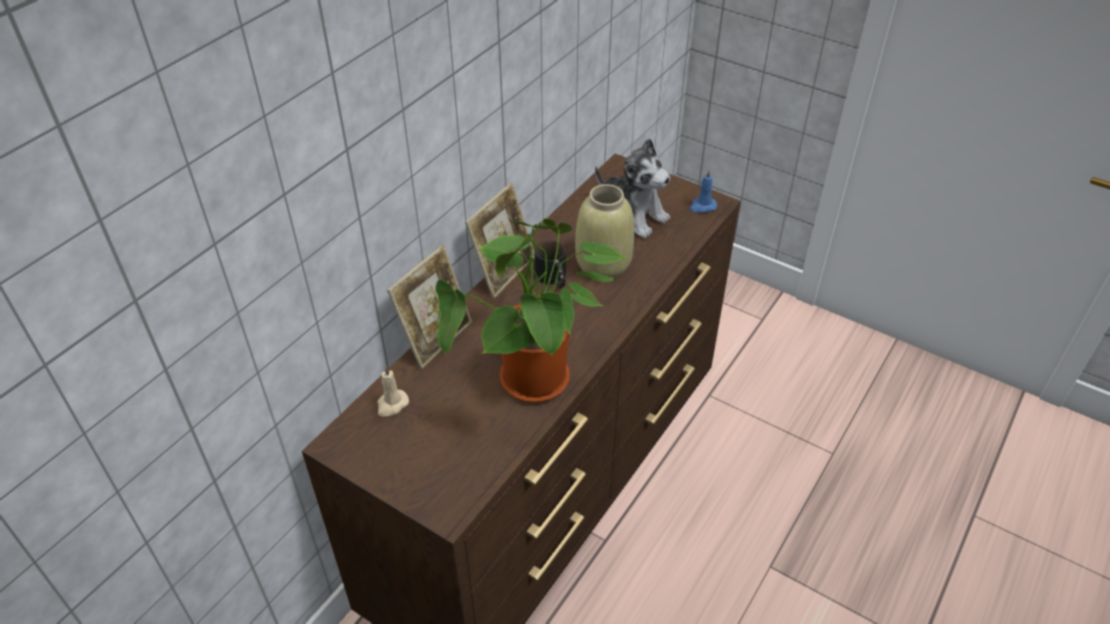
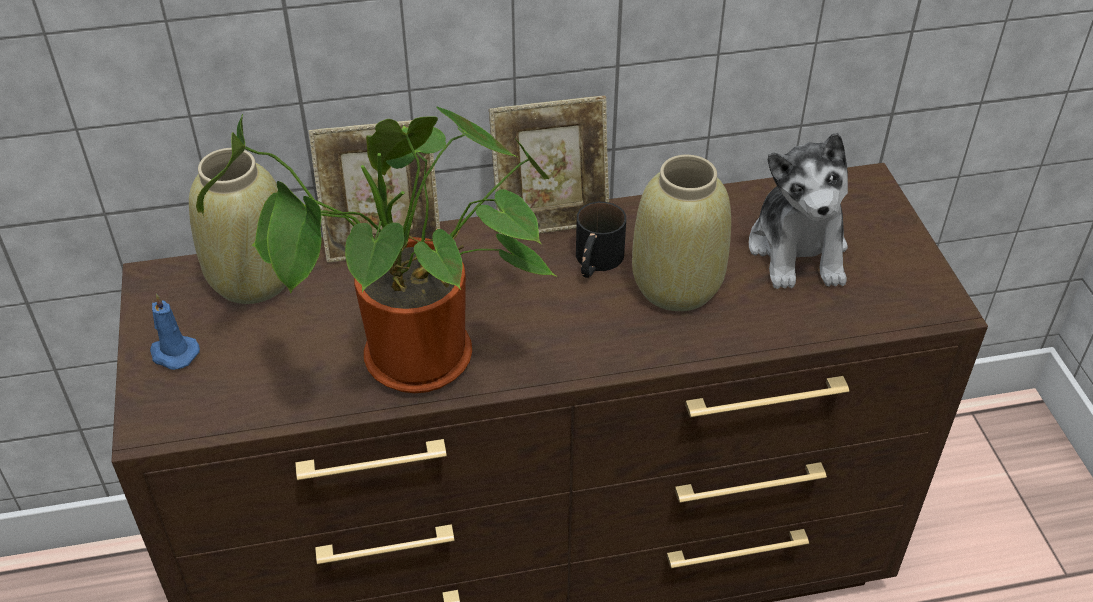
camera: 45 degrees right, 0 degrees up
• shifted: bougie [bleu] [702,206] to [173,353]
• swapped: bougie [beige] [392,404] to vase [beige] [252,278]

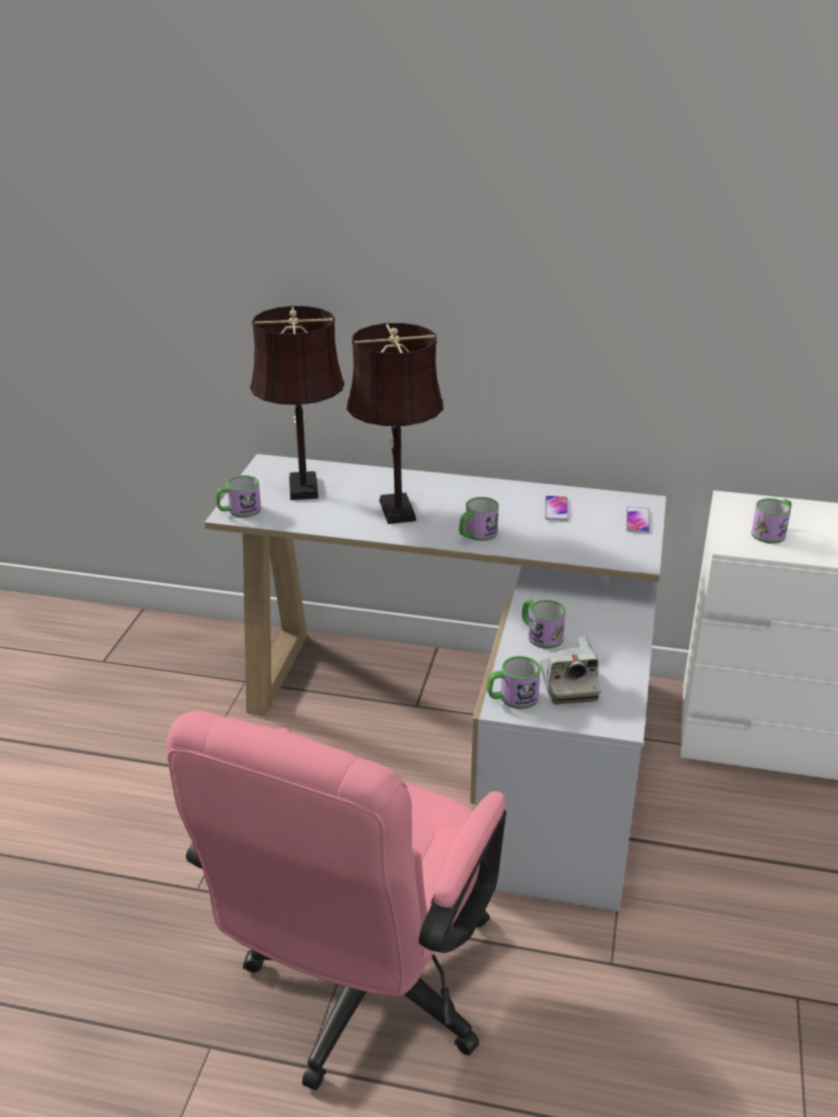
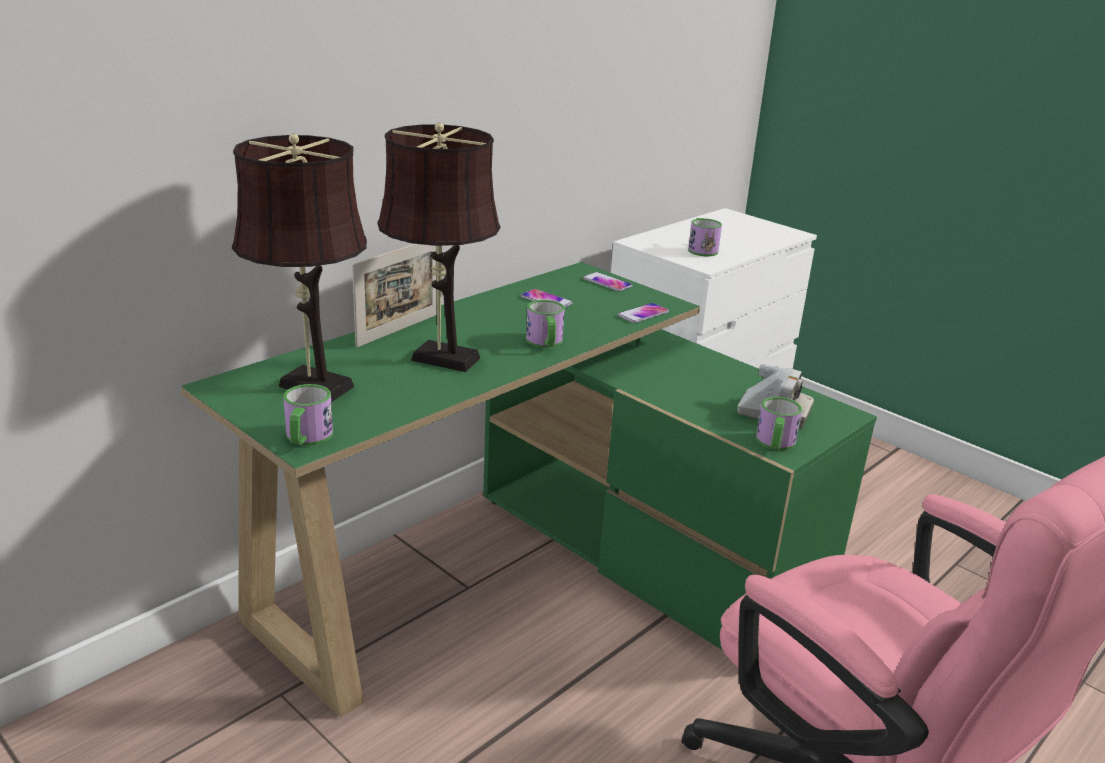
camera: 60 degrees left, 5 degrees down
• gone: mug [540,635]
• new: cadre photo [399,329]
• new: téléphone [643,314]
• repainted: bureau [blanc] [469,729] to bureau [vert] [537,572]

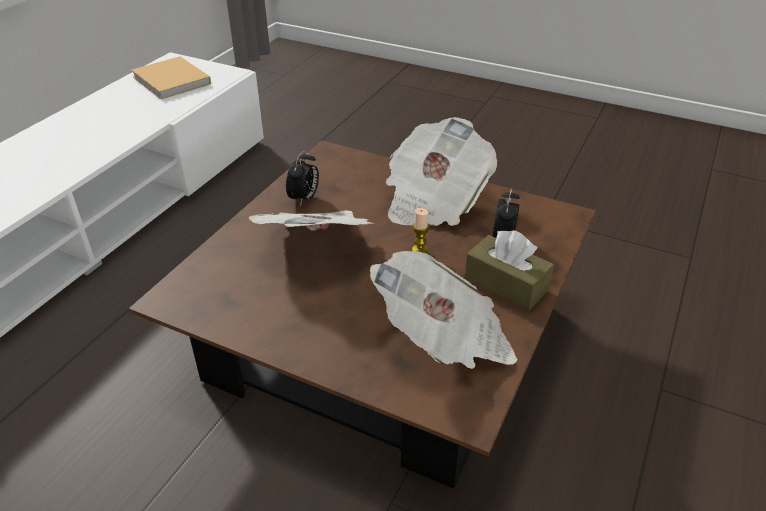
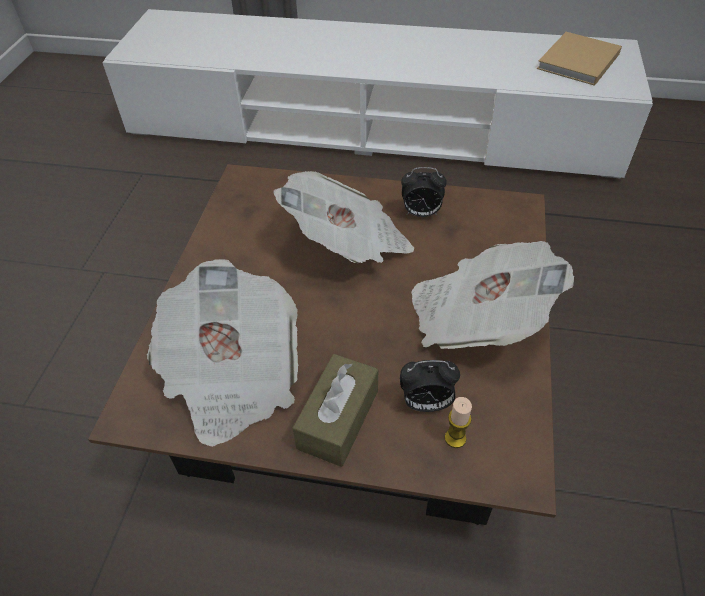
camera: 75 degrees right, 10 degrees up
• shifted: bougie [420,249] to [455,438]

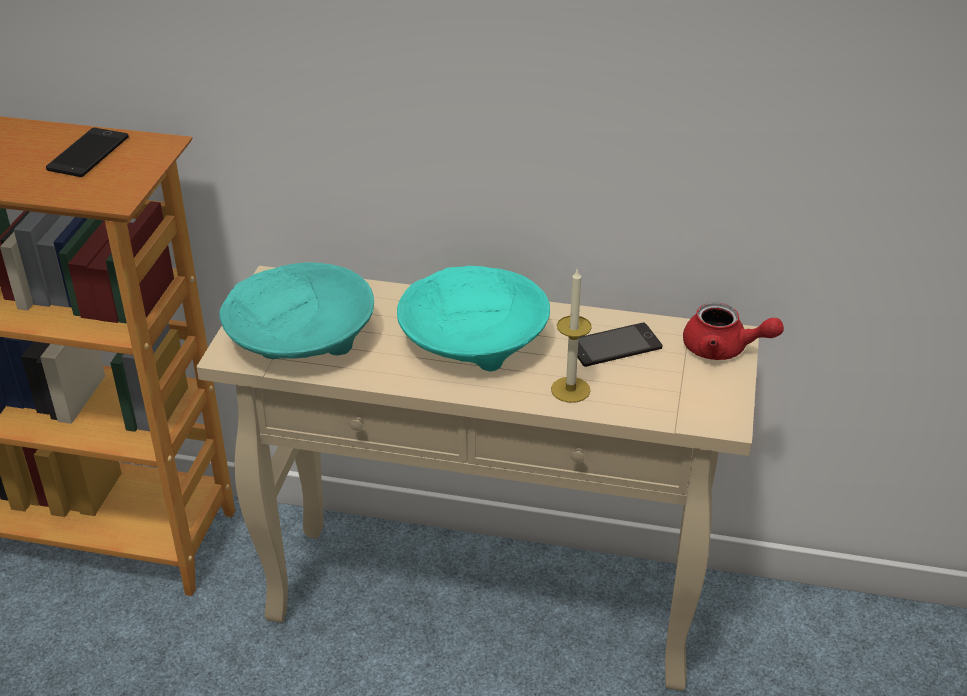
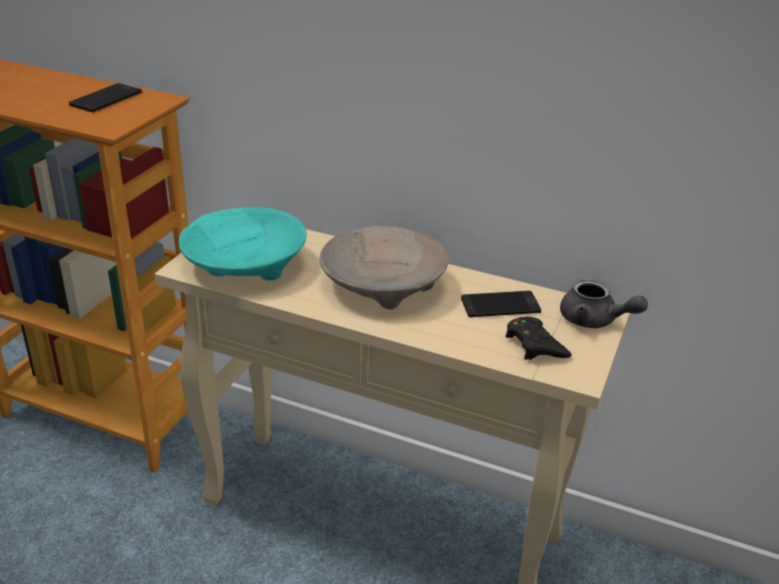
camera: 10 degrees right, 5 degrees down
• gone: bougie [570,389]
• new: manette [noir] [535,345]
• repainted: bol [turquoise] [473,340] to bol [beige] [382,285]
• repainted: théière [rouge] [723,349] to théière [gris] [594,321]

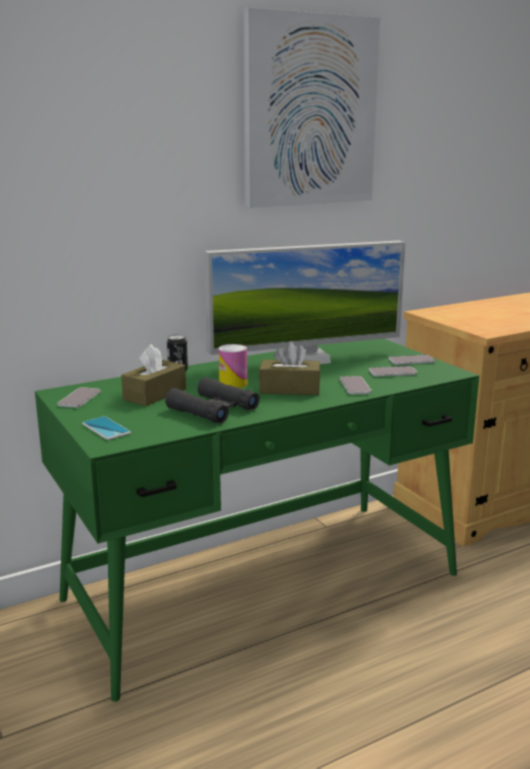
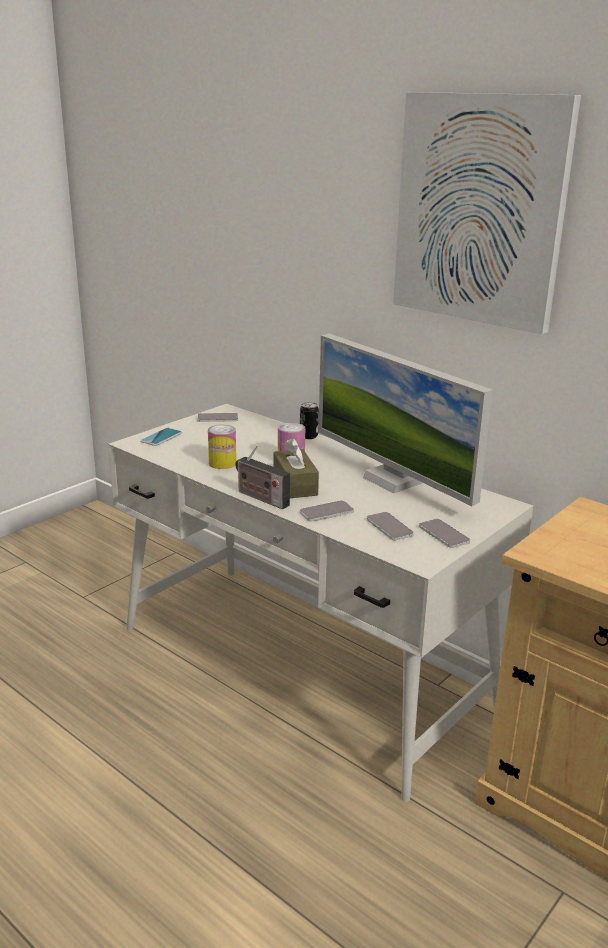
camera: 70 degrees right, 5 degrees up
• gone: boîte à mouchoirs [marron] [155,394]
• new: radio [260,498]
• swapped: jumelles [noir] [213,409] to boîte métallique [222,463]
• repainted: bureau [vert] [265,586] to bureau [blanc] [302,666]

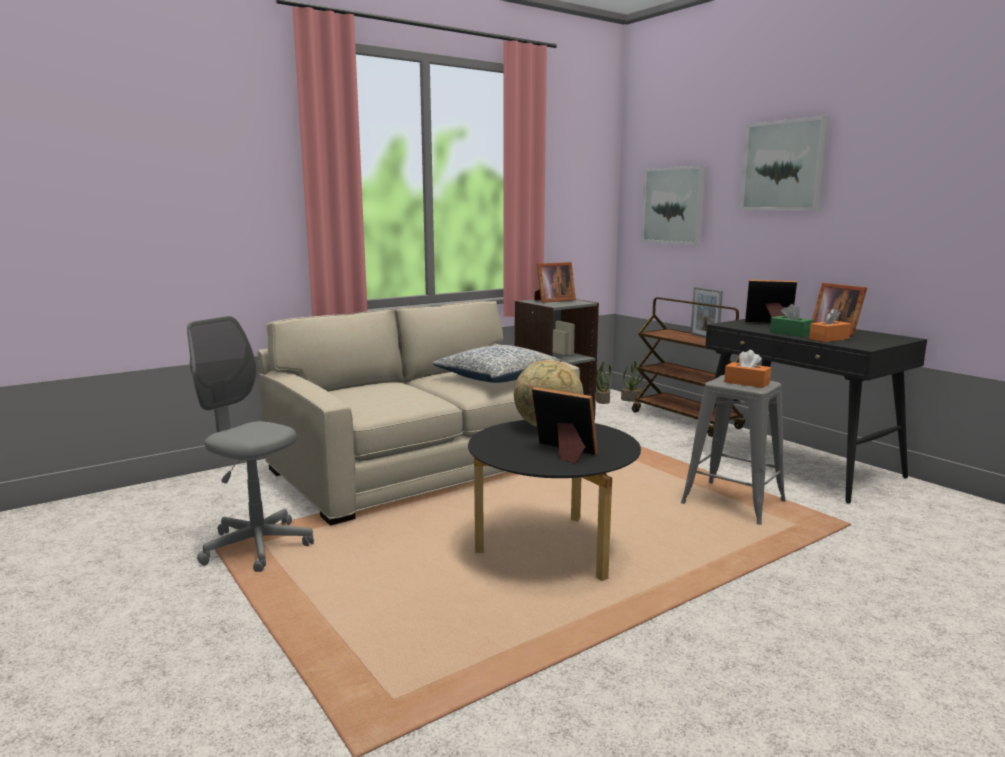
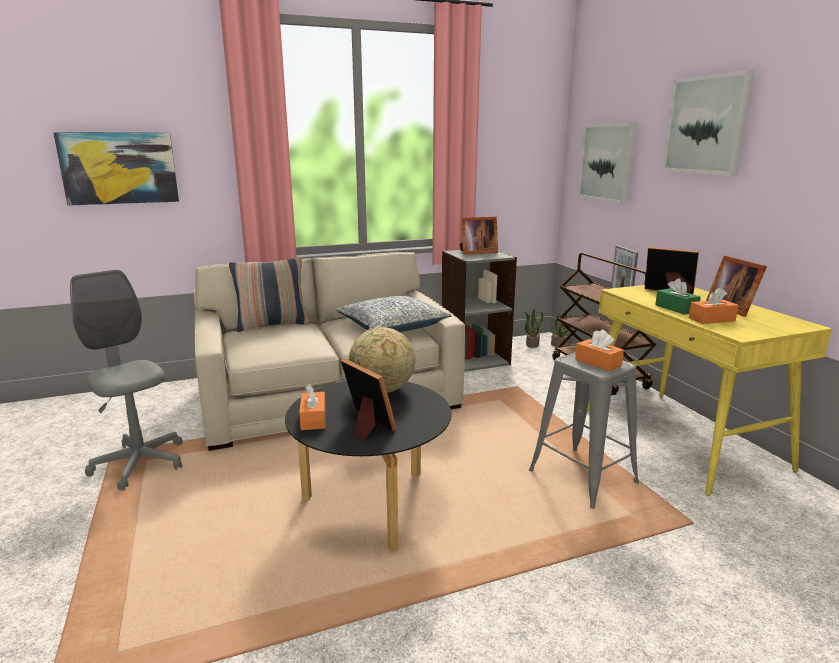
camera: 15 degrees right, 5 degrees up
• new: tableau [119,168]
• new: coussin [272,325]
• new: boîte à mouchoirs [orange] [313,419]
• repainted: bureau [noir] [797,464] to bureau [jaune] [682,438]

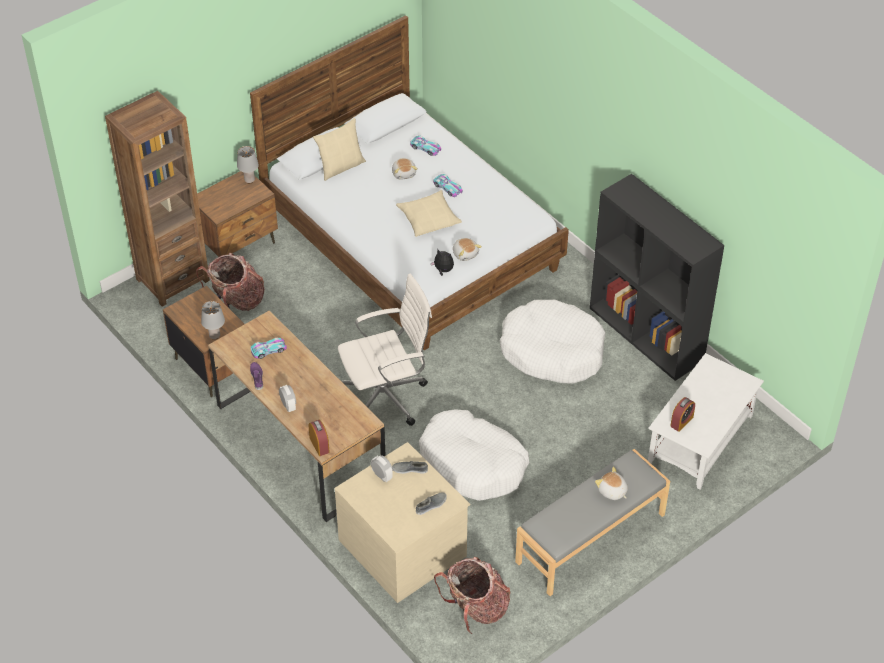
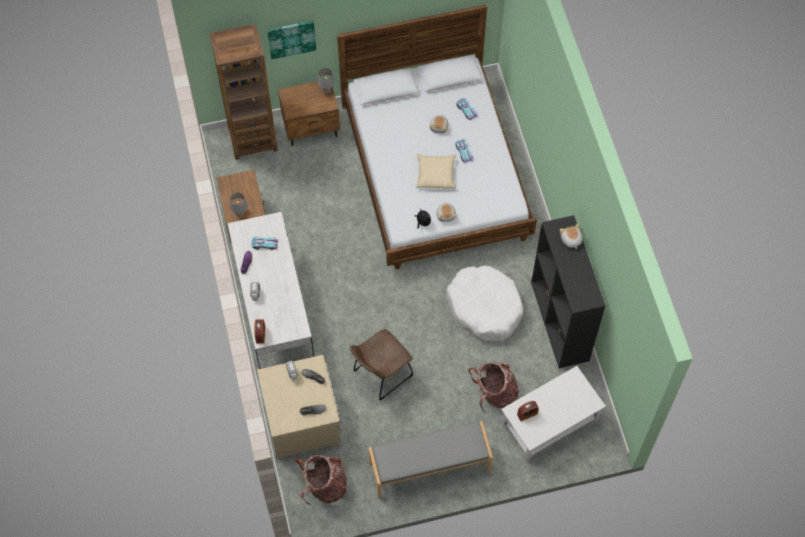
camera: 25 degrees right, 15 degrees up
• gone: coussin [beige] [341,166]
• gone: chaise de bureau [blanc] [386,397]
• new: tableau [291,38]
• shifted: sac à dos [237,302] to [494,393]
• shifted: peluche [612,491] to [570,240]
• swapped: panier pour chien [blanc] [472,464] to chaise [marron] [380,375]
• repainted: bureau [marron] [300,444] to bureau [blanc] [274,309]

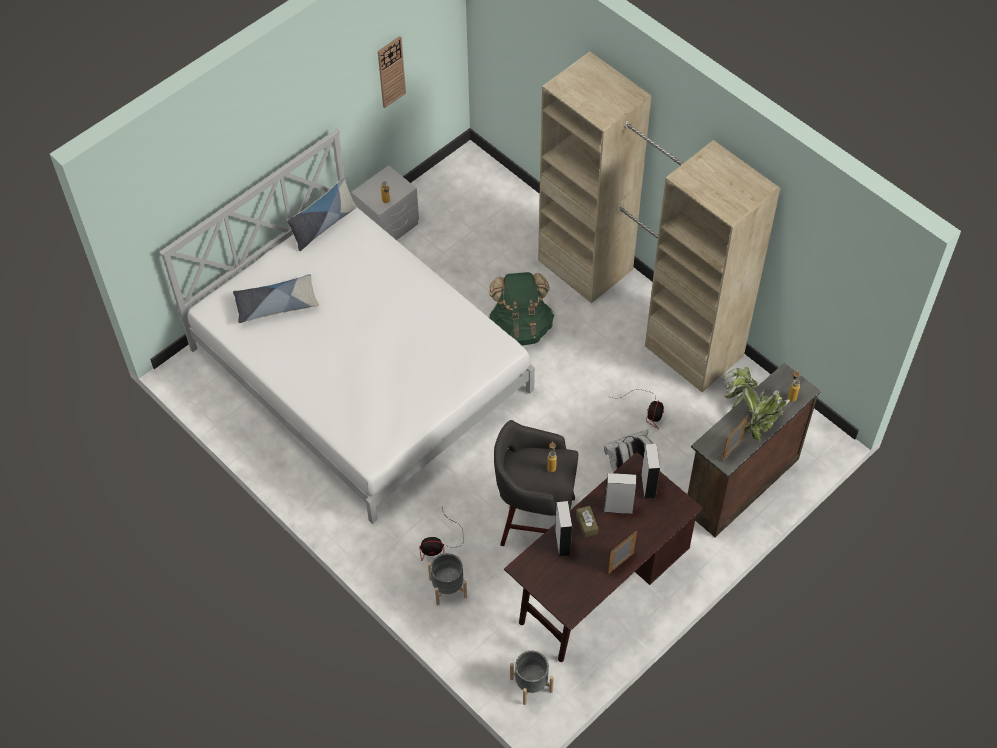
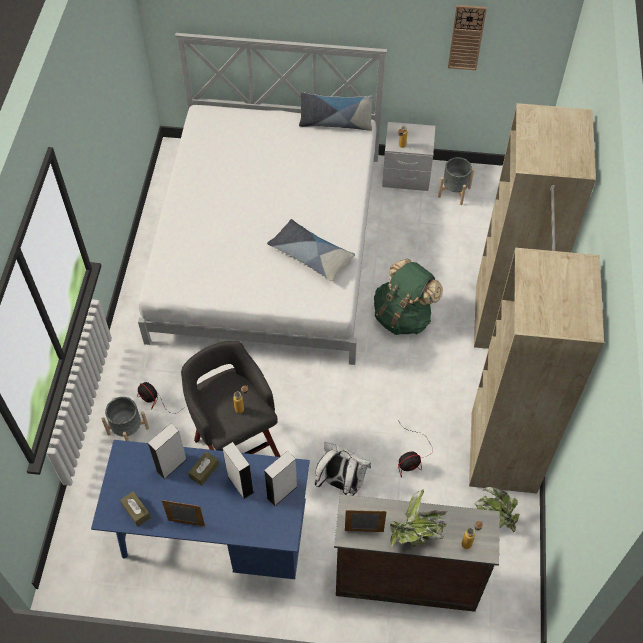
camera: 50 degrees right, 0 degrees up
• new: boîte à mouchoirs [marron] [136,511]
• shifted: coussin [276,304] to [311,255]
• shifted: cache-pot [gris] [531,684] to [454,192]
• repainted: bureau [marron] [599,588] to bureau [bleu] [213,538]

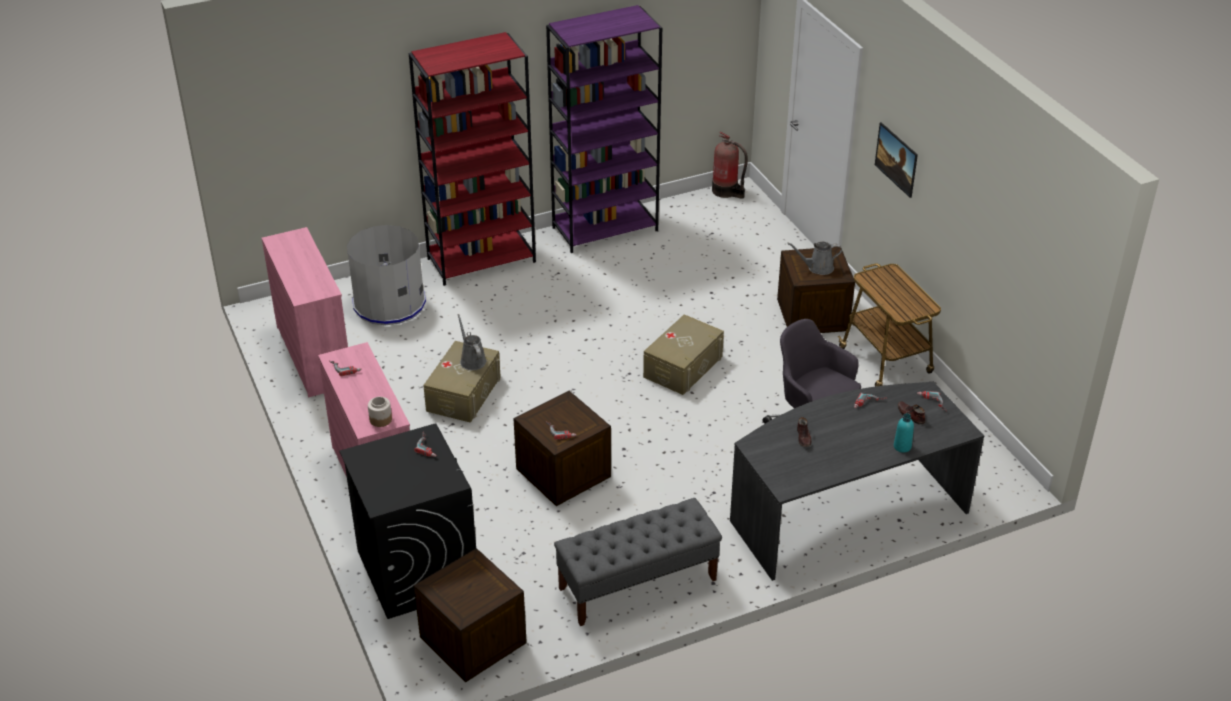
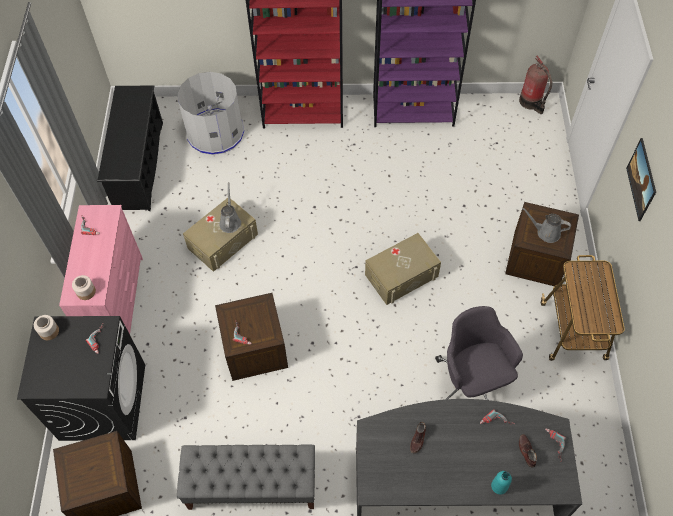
camera: 25 degrees right, 20 degrees up
• new: bocal [49,332]
• swapped: commode [rose] [315,355] to étagère à chaussures [noir] [138,165]

